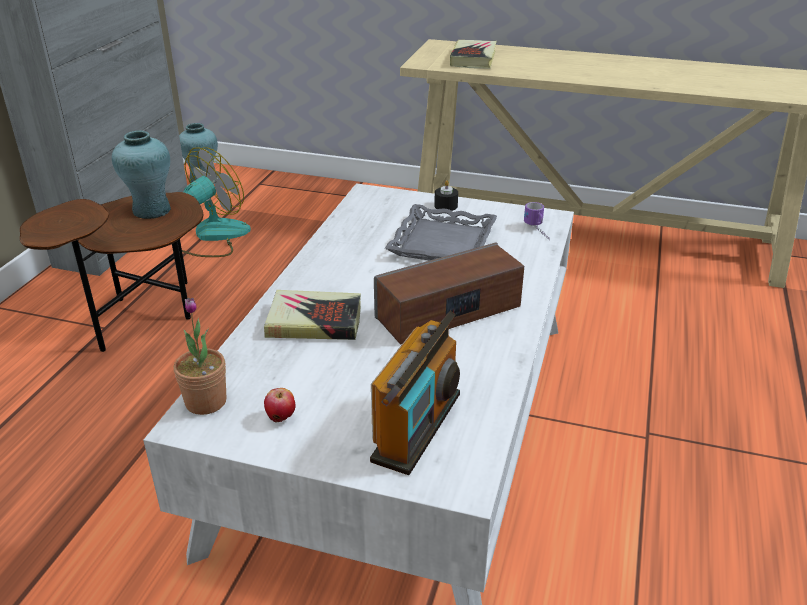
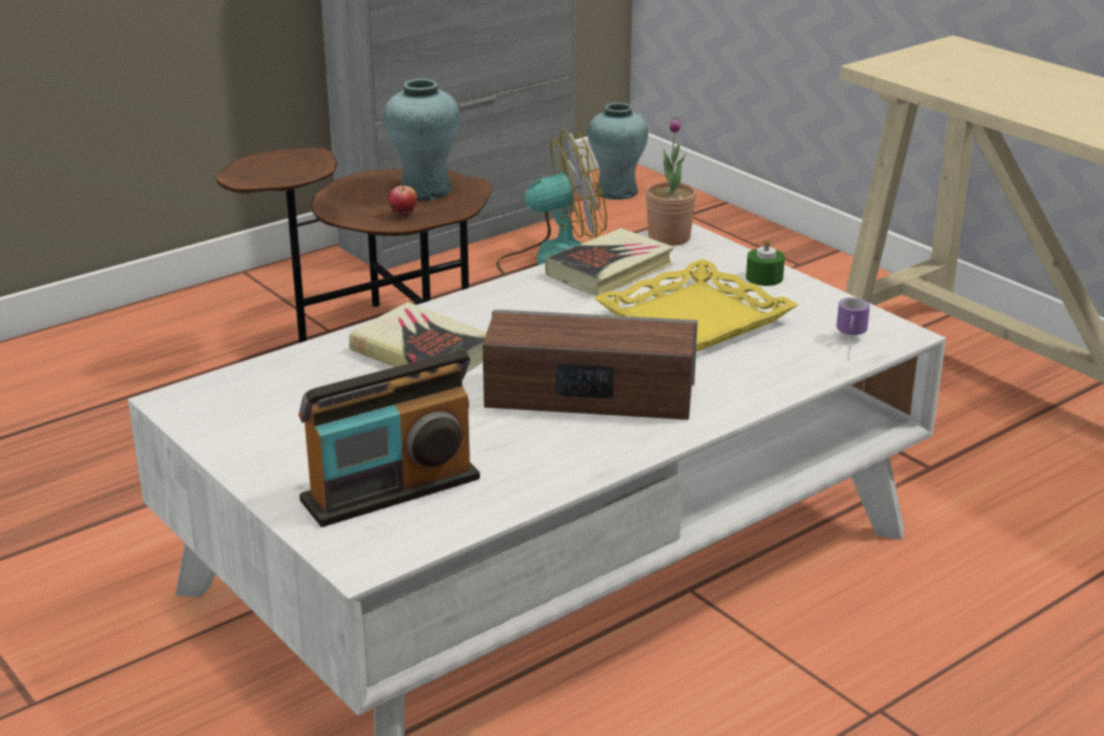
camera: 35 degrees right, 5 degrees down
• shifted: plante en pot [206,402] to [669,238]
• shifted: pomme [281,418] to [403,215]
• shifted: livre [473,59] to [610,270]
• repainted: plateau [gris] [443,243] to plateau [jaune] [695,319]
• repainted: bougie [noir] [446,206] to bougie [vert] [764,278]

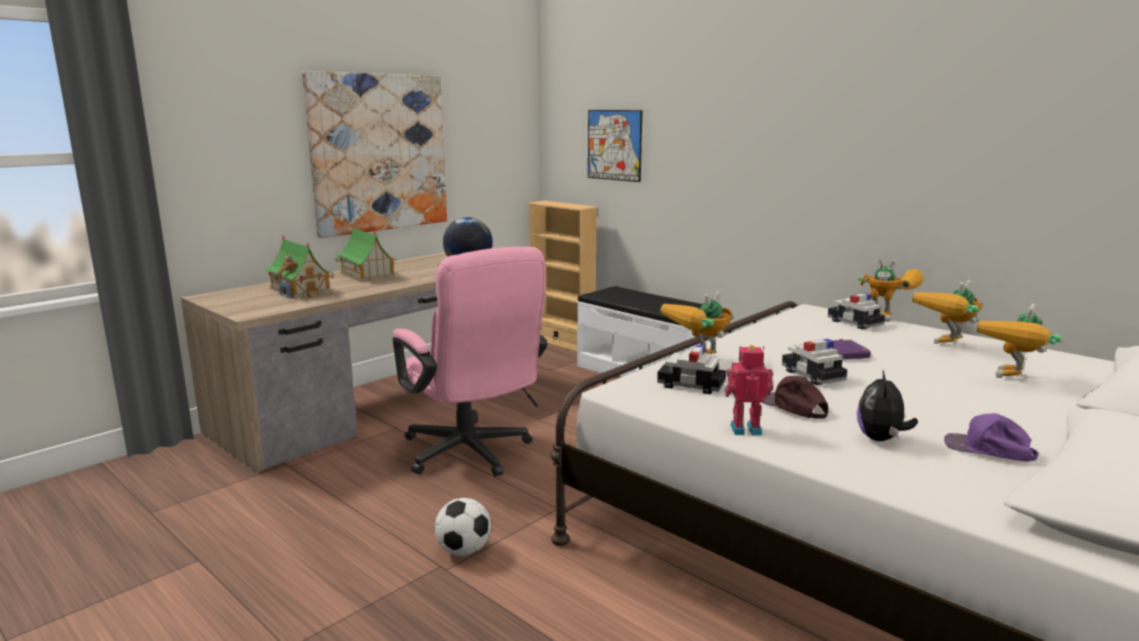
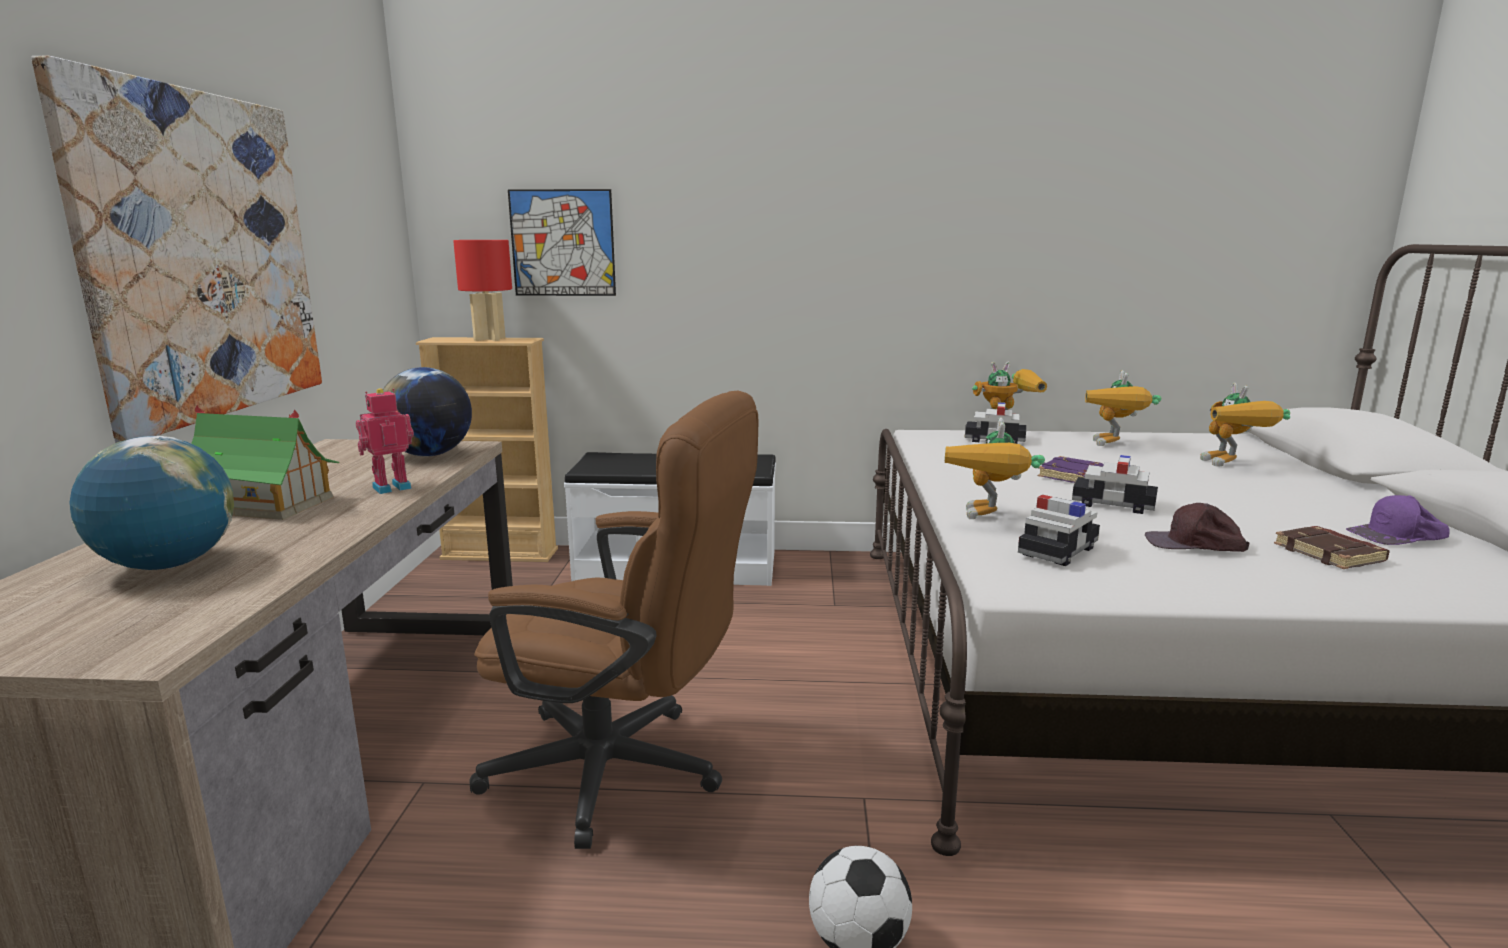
camera: 40 degrees left, 0 degrees up
• new: lampe de table [rouge] [489,339]
• shifted: robot jouet [745,428] to [391,487]
• swapped: maison miniature [300,290] to globe [168,565]
• swapped: peluche [881,439] to livre [marron] [1330,554]
• repainted: chaise de bureau [rose] [472,455] to chaise de bureau [marron] [624,773]
• rotated: petite voiture [690,385] = [1058,551] 150 degrees clockwise

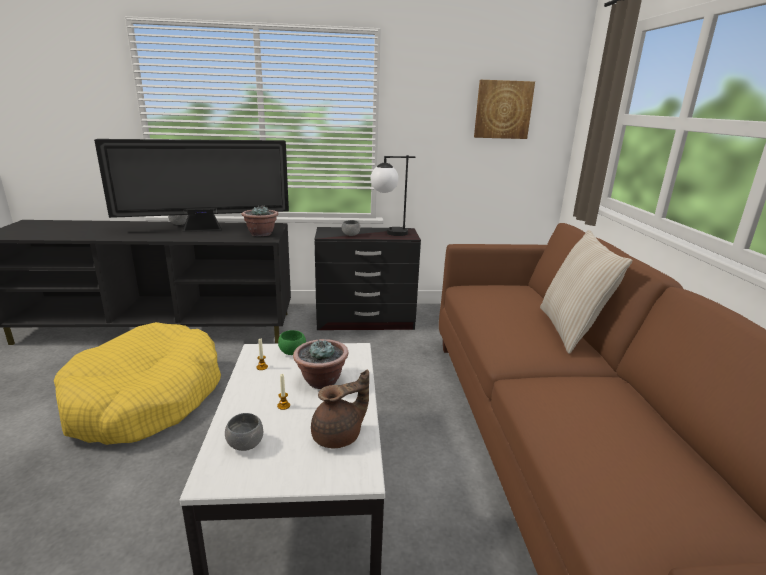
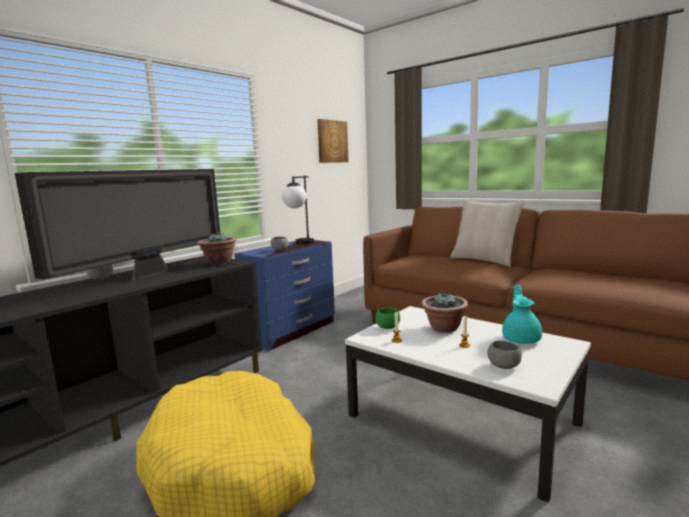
camera: 45 degrees left, 10 degrees down
• repainted: théière [marron] [339,436] to théière [turquoise] [521,339]
• repainted: commode [noir] [366,321] to commode [bleu] [292,331]

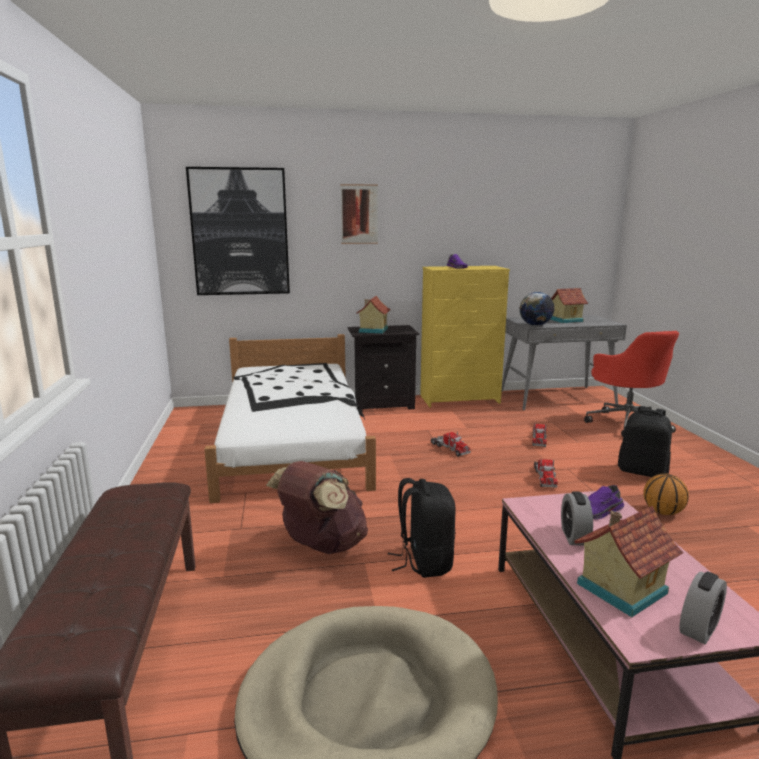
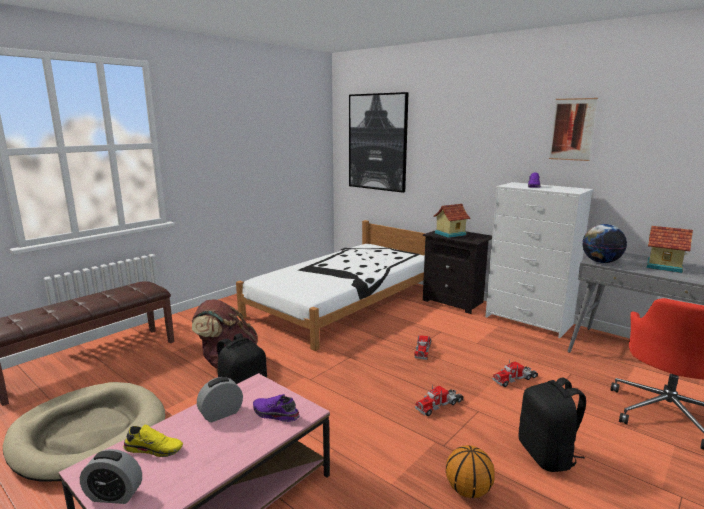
camera: 50 degrees right, 0 degrees up
• shifted: tableau [359,214] to [572,129]
• swapped: maison miniature [619,587] to chaussure [jaune] [155,448]
• repainted: commode [jaune] [460,399] to commode [blanc] [529,321]

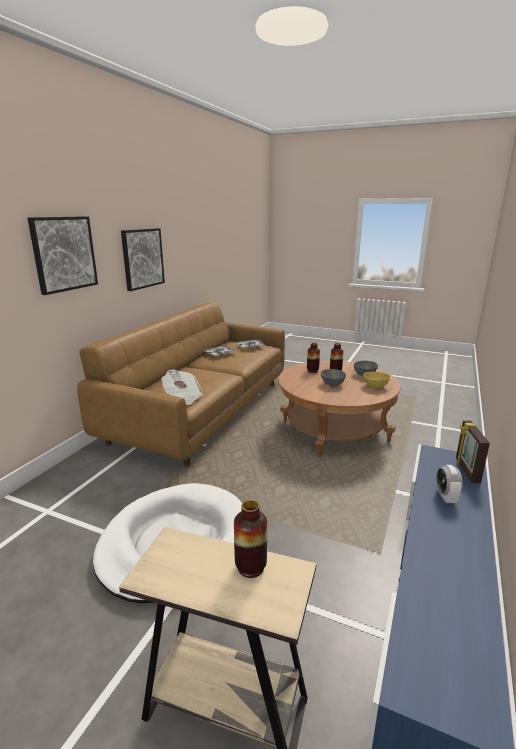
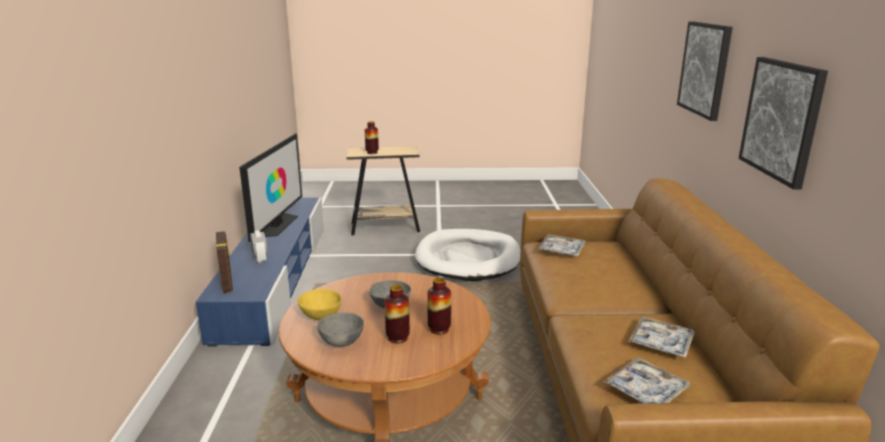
camera: 155 degrees right, 0 degrees up
• new: téléviseur [277,225]
• swapped: journal [183,396] to plateau [561,250]

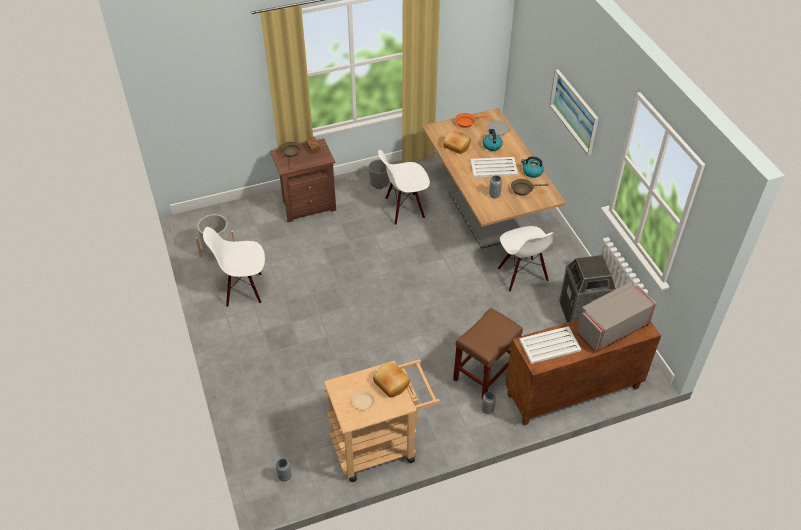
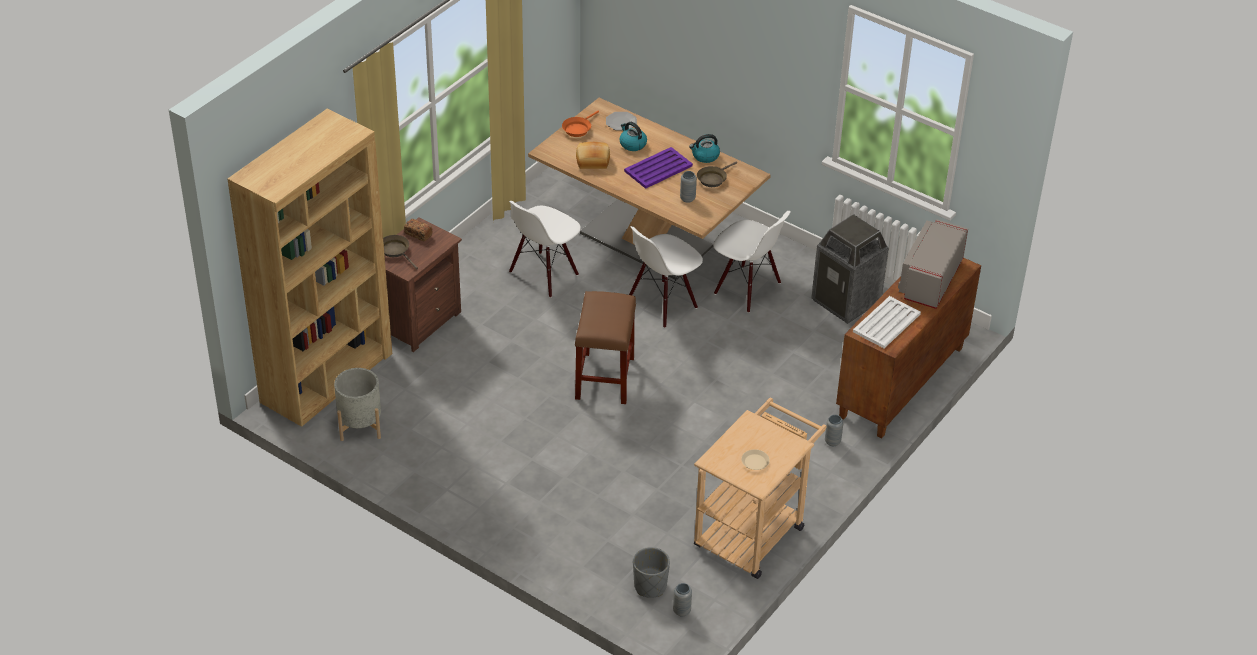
camera: 35 degrees left, 5 degrees down
• gone: pain [391,384]
• gone: tableau [574,111]
• new: bibliothèque [marron] [327,377]
• shifted: chaise [blanc] [244,289] to [663,303]
• shifted: cache-pot [gris] [379,183] to [650,586]
• shifted: tabouret [marron] [484,374] to [605,379]
• repainted: plateau [blanc] [493,167] to plateau [violet] [657,169]

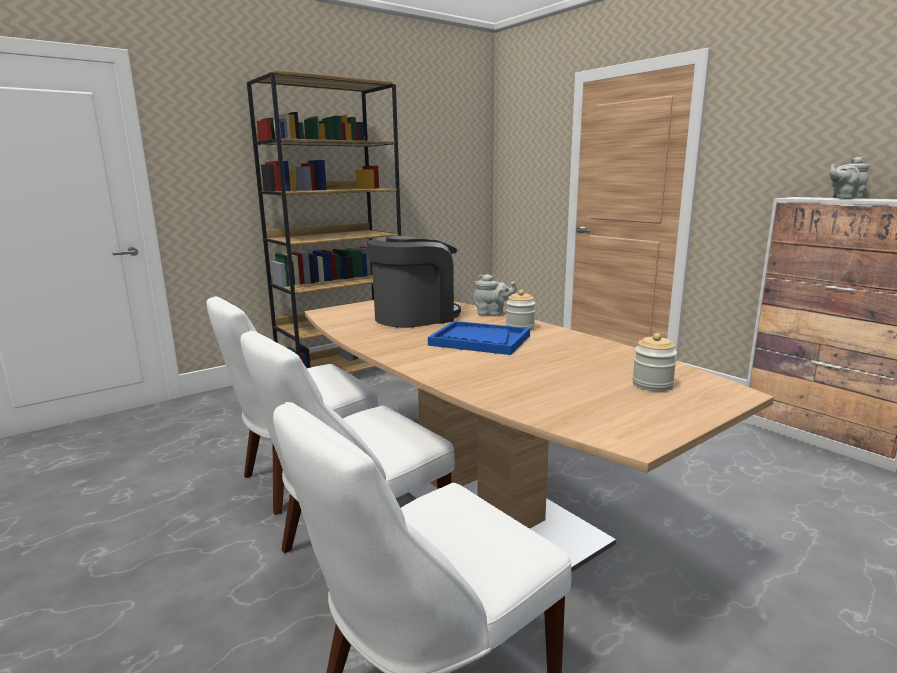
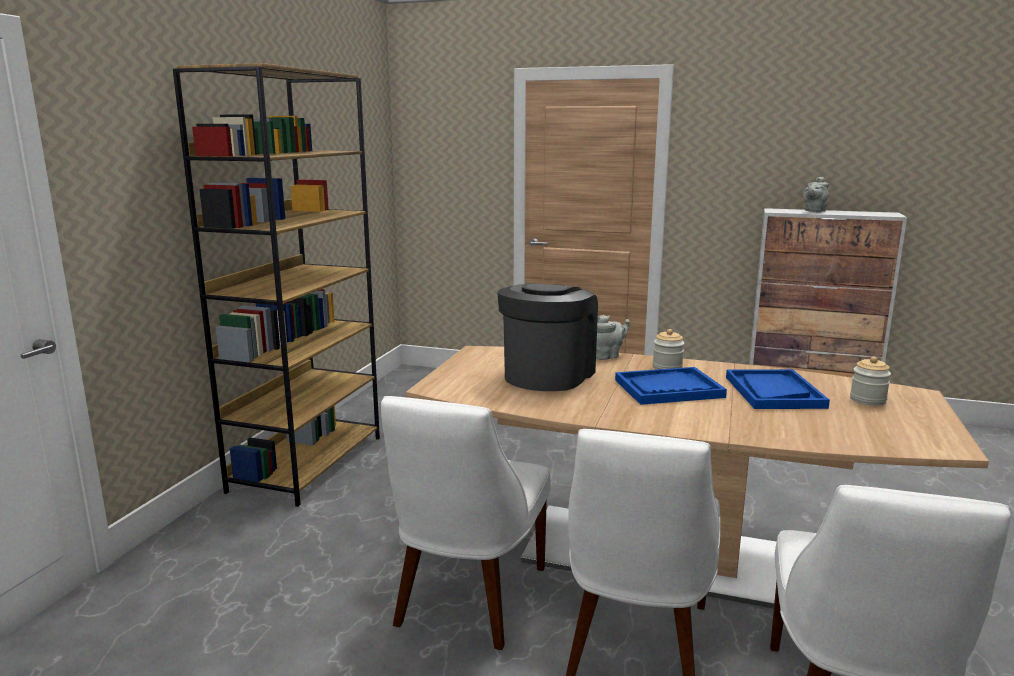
camera: 35 degrees left, 0 degrees up
• new: plateau [bleu] [773,392]

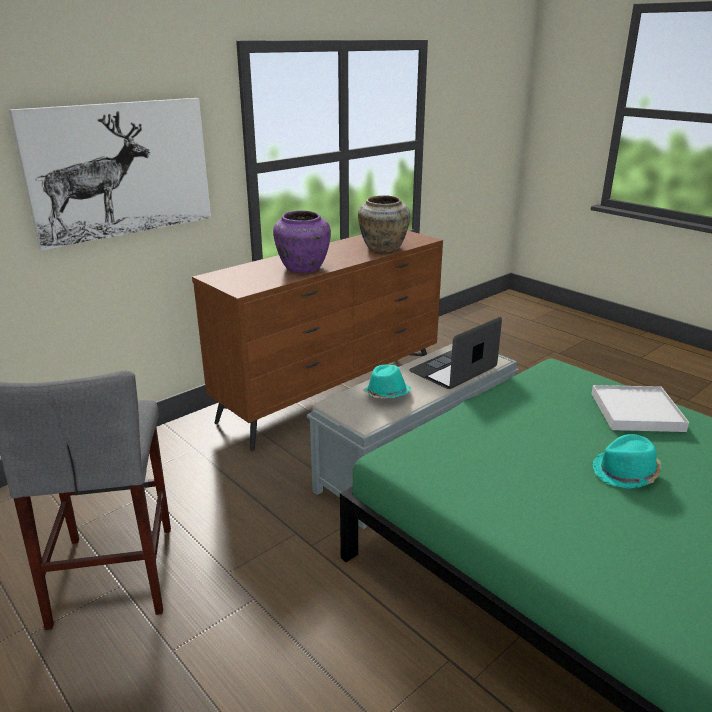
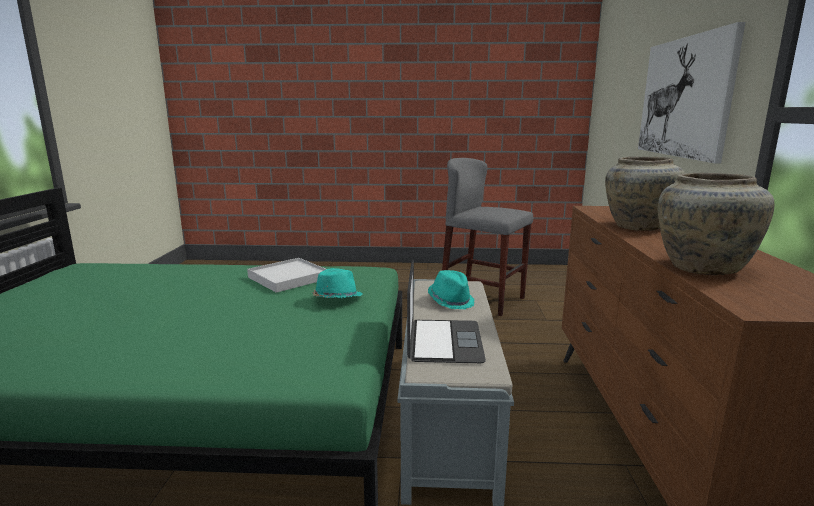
camera: 135 degrees right, 10 degrees down
• shifted: plateau [blanc] [636,412] to [288,278]
• shifted: chapeau [turquoise] [626,473] to [336,298]
• repainted: vase [violet] [302,268] to vase [beige] [637,227]

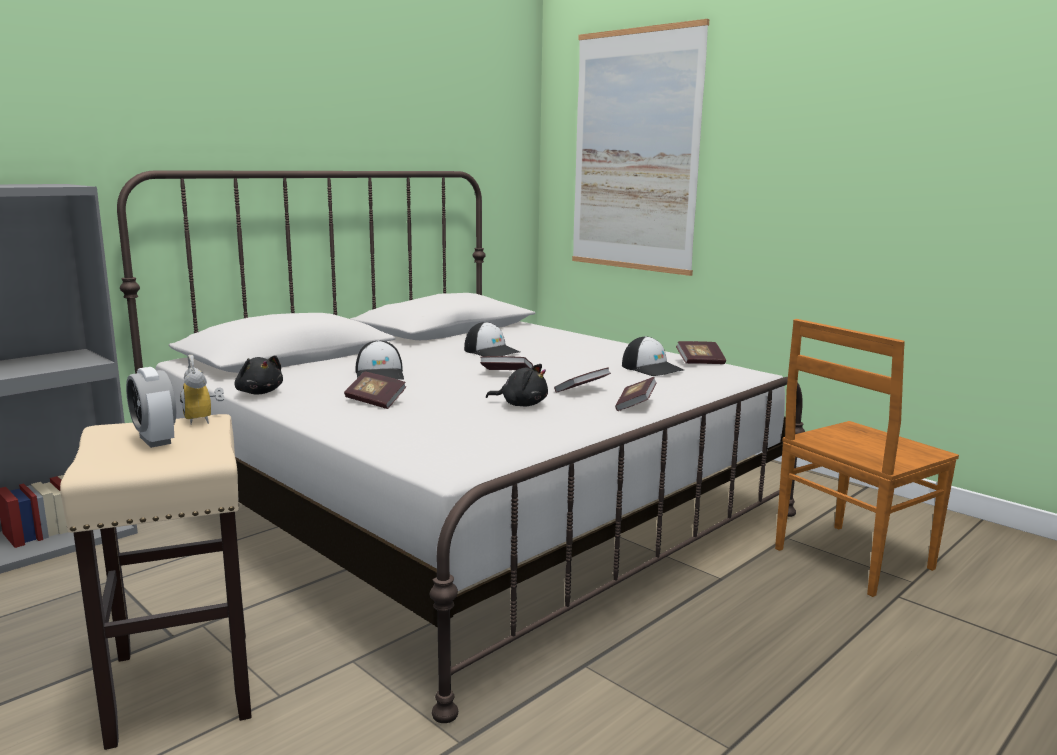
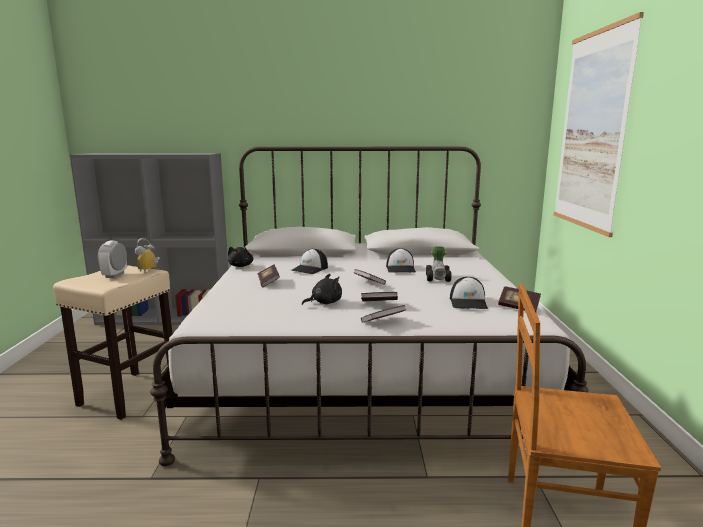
camera: 45 degrees right, 0 degrees up
• new: petite voiture [438,278]
• rotated: peluche [noir] [521,404] = [324,303] 90 degrees counterclockwise

